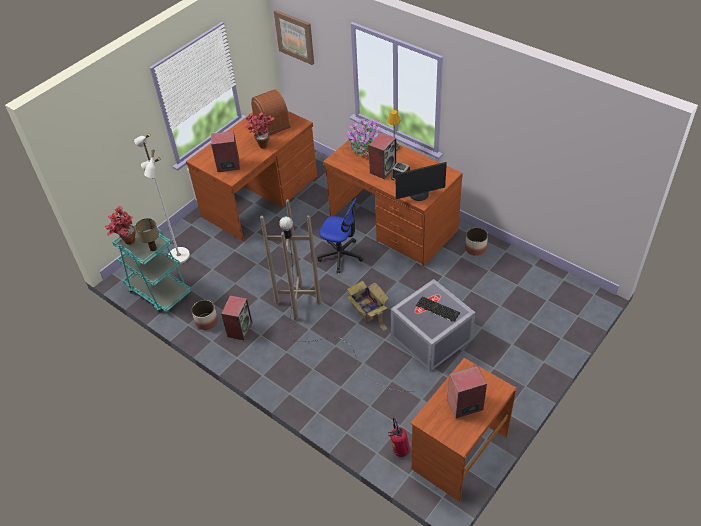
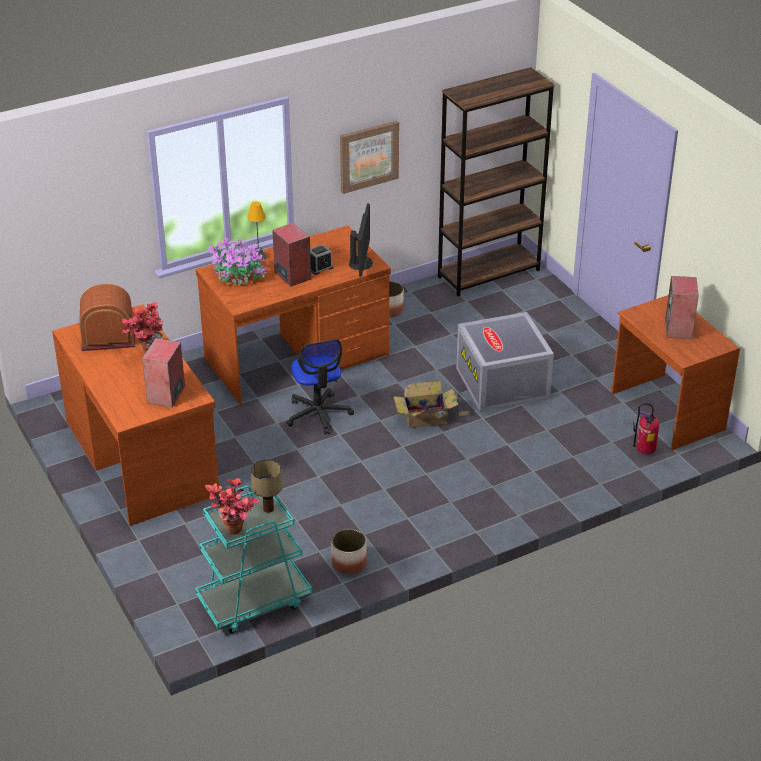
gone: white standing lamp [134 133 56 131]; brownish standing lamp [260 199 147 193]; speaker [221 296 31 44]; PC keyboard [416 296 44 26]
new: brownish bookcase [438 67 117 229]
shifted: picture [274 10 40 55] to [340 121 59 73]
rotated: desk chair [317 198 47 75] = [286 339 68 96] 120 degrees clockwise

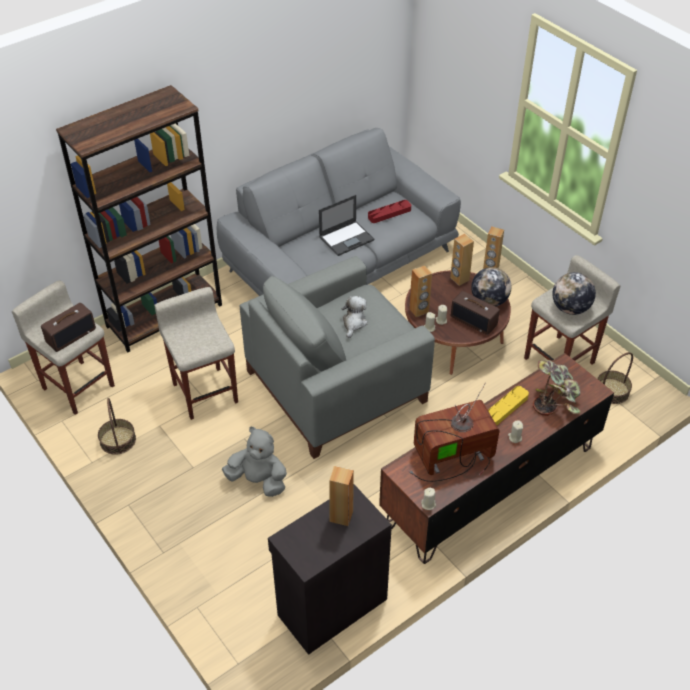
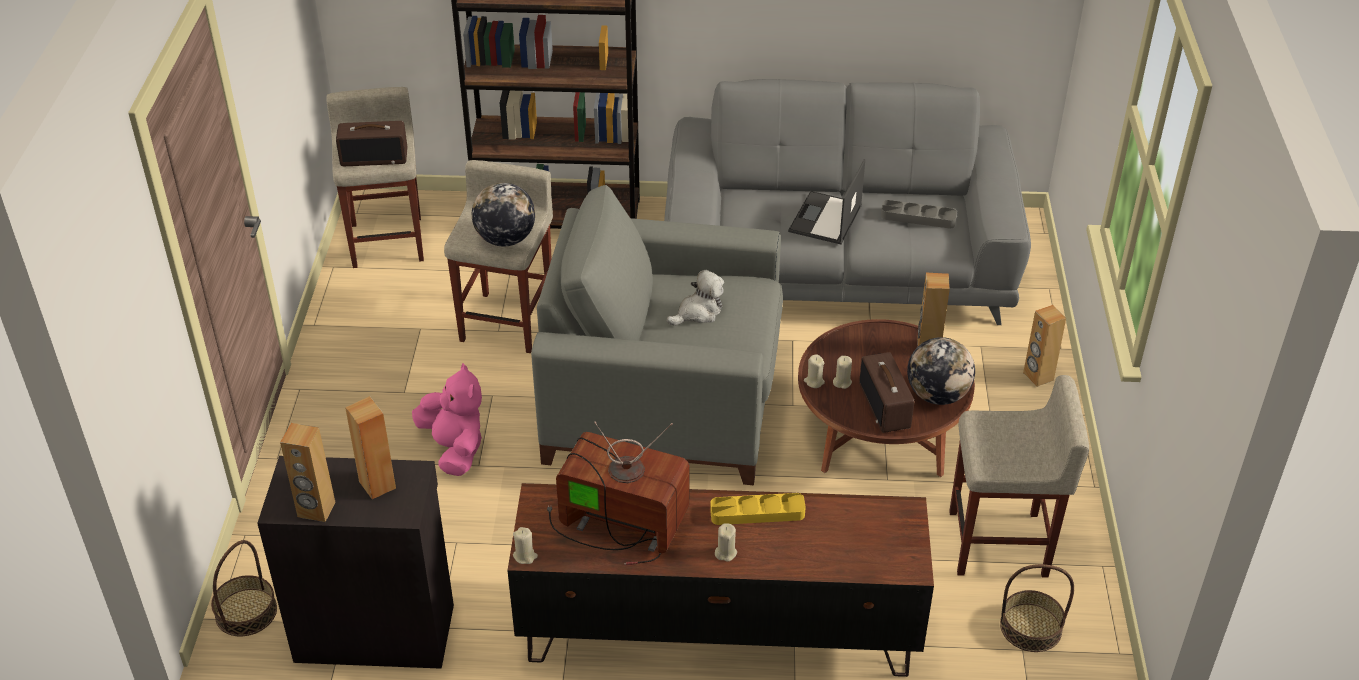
gone: plant in a pot [533 360 48 56]
shifted: brownish speaker [409 265 23 52] to [280 423 56 99]; world globe [552 272 44 43] to [472 183 63 64]; household basket [98 398 38 57] to [211 540 66 96]
repainted: reddish tray [368 200 43 23] to grey tray [881 200 76 29]; grey soft toy [222 427 65 70] to pink soft toy [412 363 70 113]
rotated: portable computer [319 195 55 61] = [788 159 77 85] 105 degrees clockwise

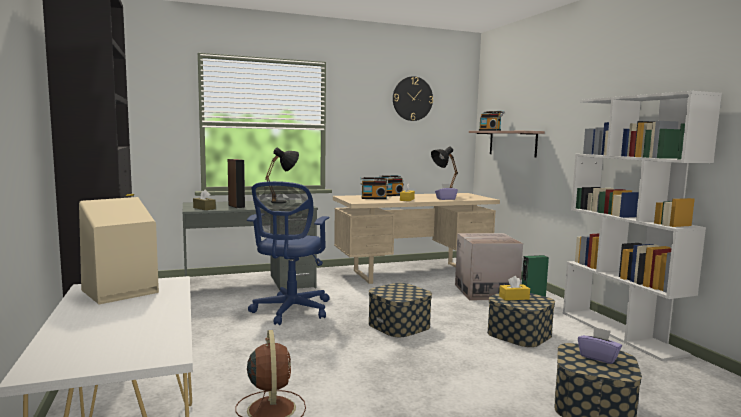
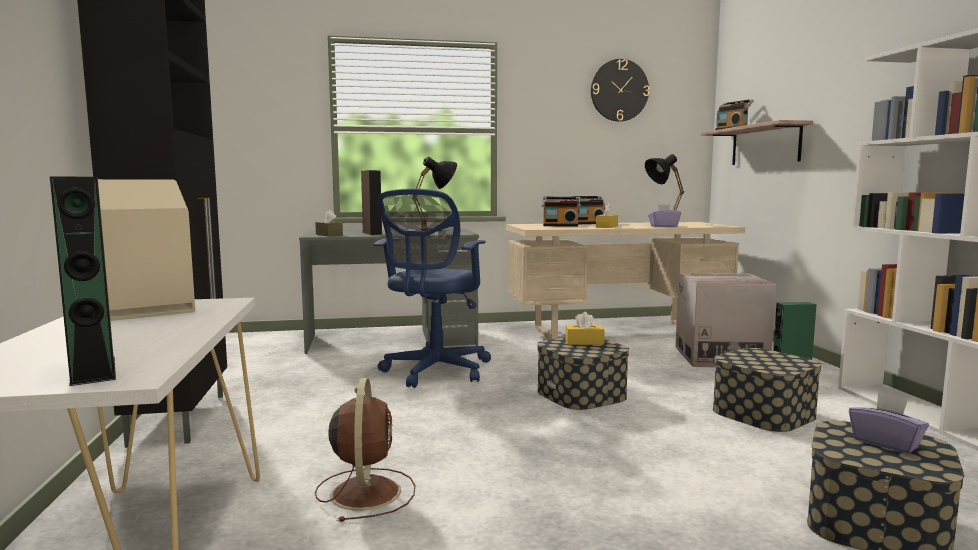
new: green-coloured speaker [50 176 66 210]
shifted: yellow-coloured tissue holder [499 276 31 25] to [565 312 40 33]

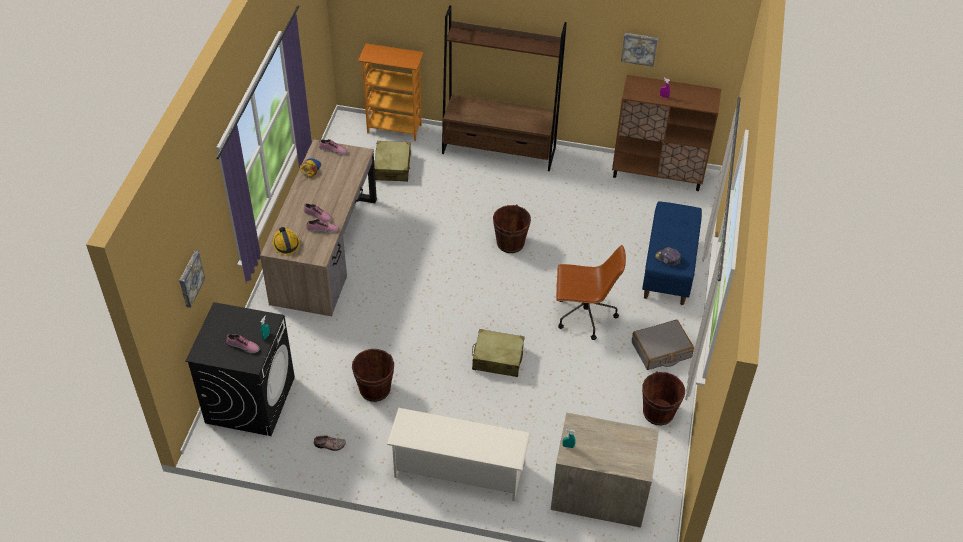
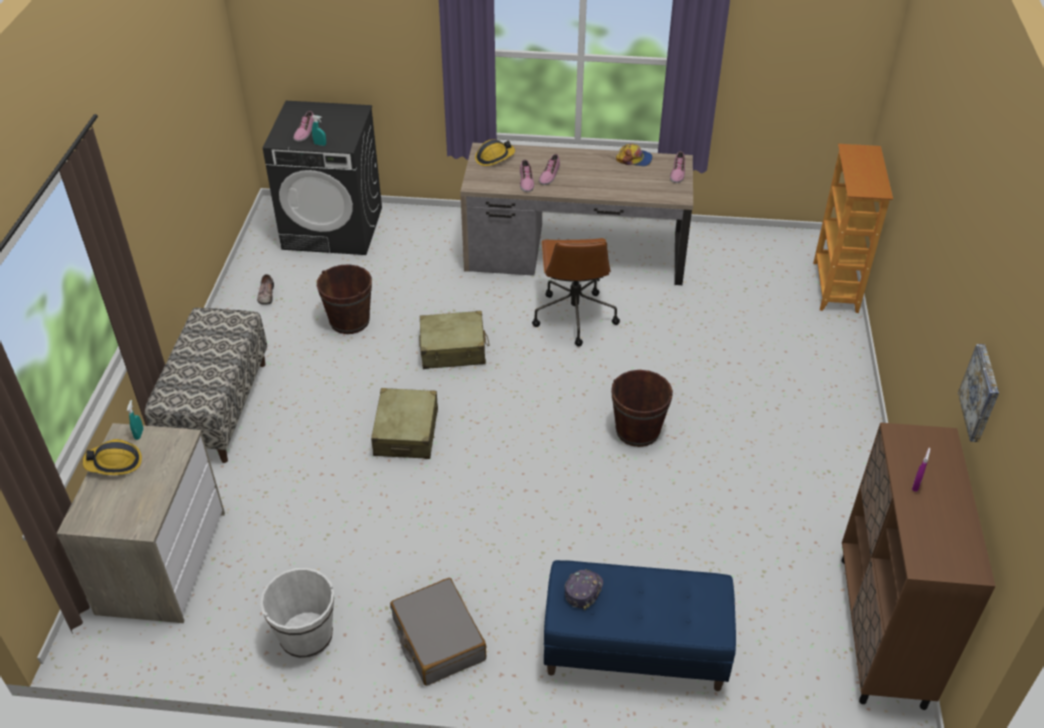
gone: brownish bookcase [442 5 125 166]; picture [179 251 26 57]
new: hard hat [83 439 59 36]
shifted: sand-coloured piece of luggage [374 141 37 41] to [419 311 71 58]; brownish desk chair [556 245 70 95] to [532 238 88 108]
swapped: white shoe stand [387 408 144 93] to long seat [145 308 123 155]
repainted: brownish bucket [642 371 43 54] to white bucket [260 568 74 91]

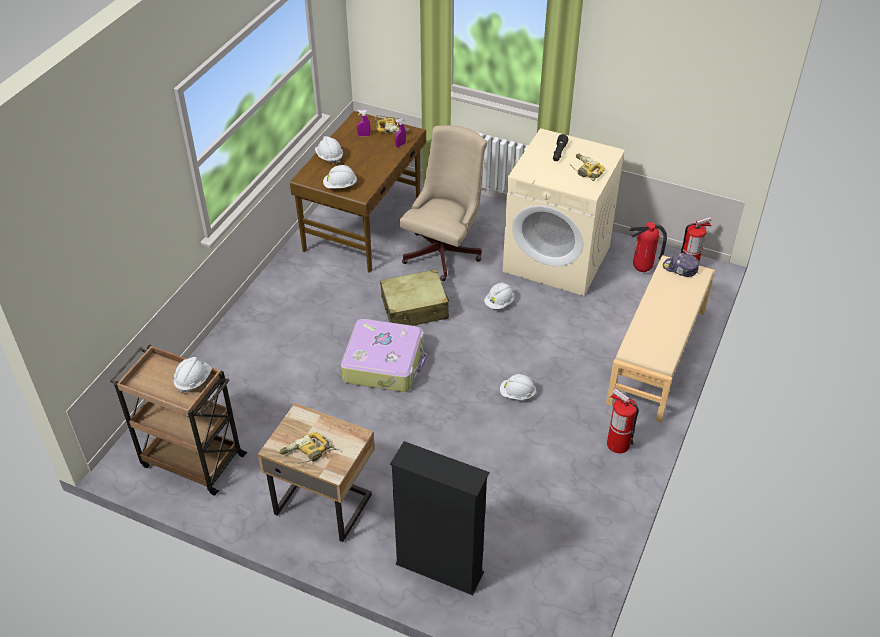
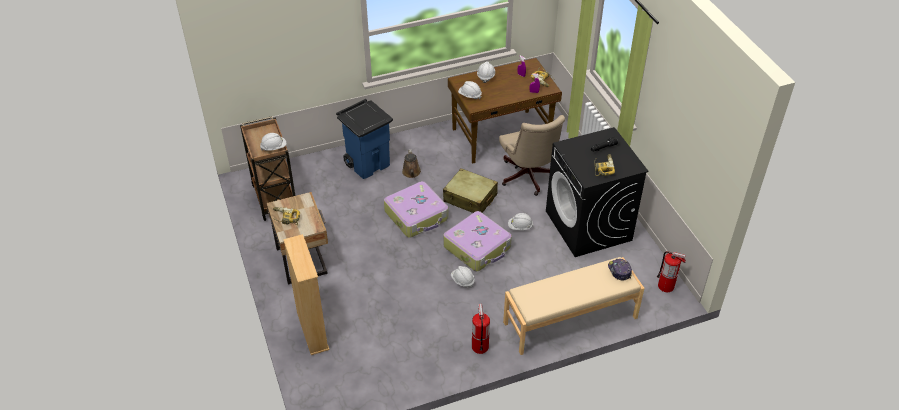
gone: extinguisher [629 222 38 50]
new: blue-coloured trash can [336 99 57 80]; brownish watering can [402 149 19 29]; piece of luggage [443 211 69 60]
repainted: sand-coloured laundry machine [503 128 122 168] to blackish laundry machine [546 127 103 130]; blackish bookcase [390 441 99 154] to sand-coloured bookcase [283 234 46 121]
rotated: sand-coloured desk chair [399 125 88 156] = [499 115 66 81] 90 degrees clockwise

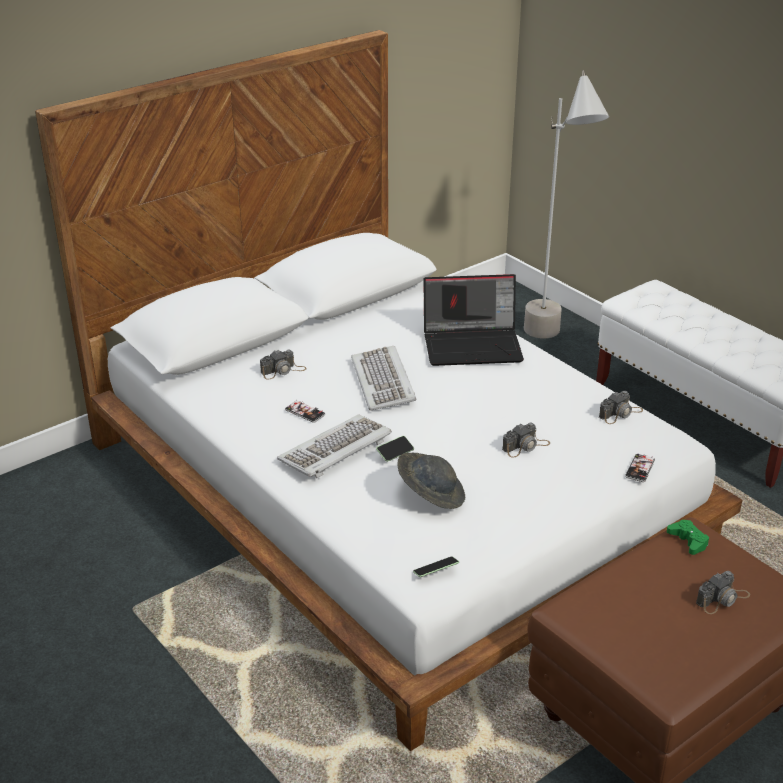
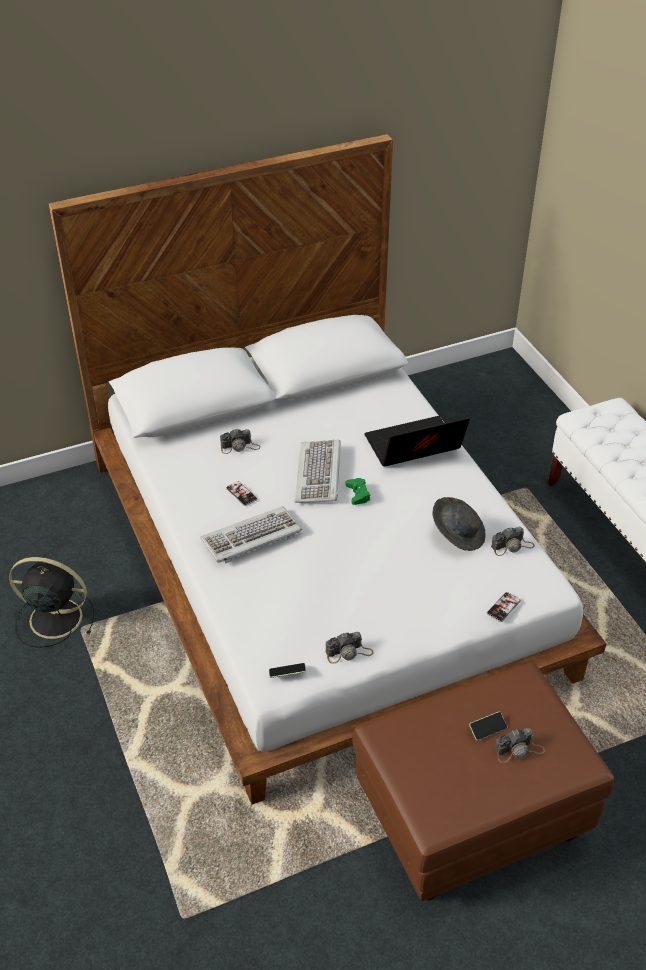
gone: grey standing lamp [524 70 85 269]
new: blackish electric fan [9 557 85 91]
shifted: still camera [502 423 48 34] to [326 632 48 32]; telephone [376 436 38 26] to [469 712 39 29]; grey clothing hat [397 453 68 56] to [432 497 53 54]; green-coloured joypad [667 520 42 35] to [346 478 24 27]
rotated: portable computer [423 274 101 92] = [364 416 106 51] 150 degrees clockwise

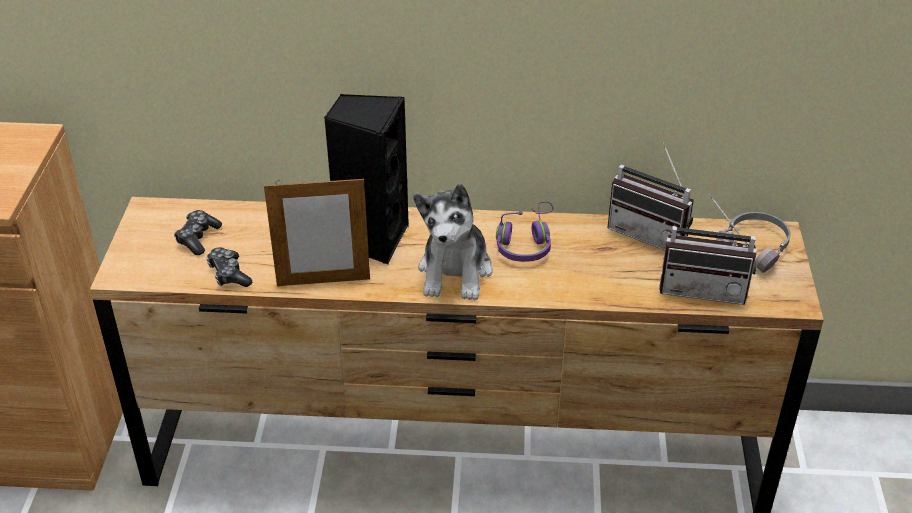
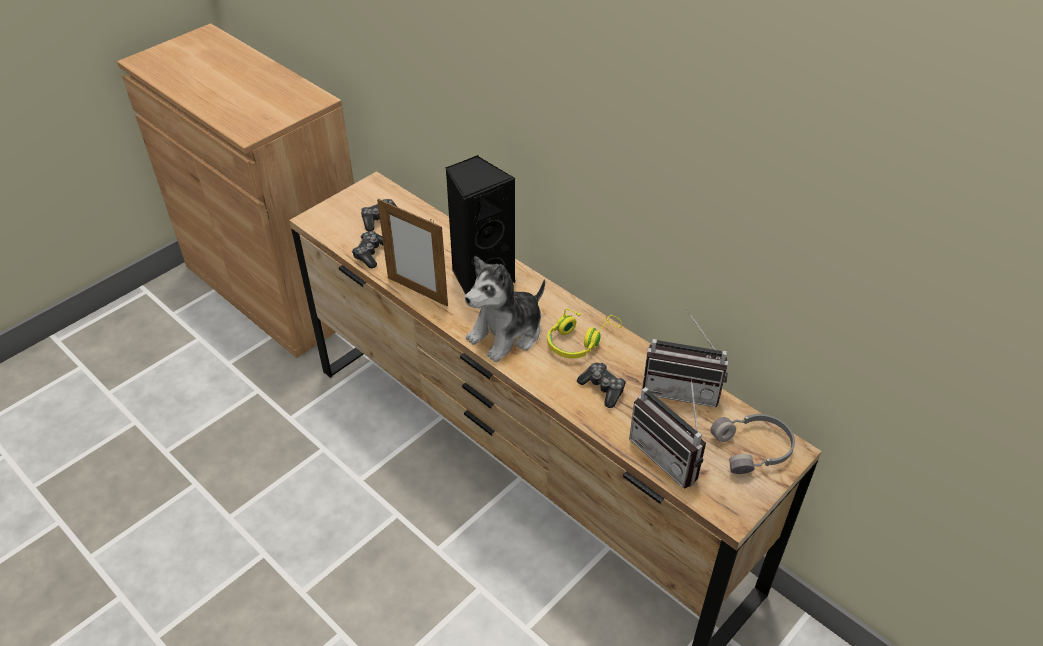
new: joypad [577 363 49 45]
repainted: purple-coloured headphones [496 202 57 60] to yellow-coloured headphones [547 309 75 50]
rotated: radio [608 142 86 109] = [642 310 86 97] 60 degrees counterclockwise

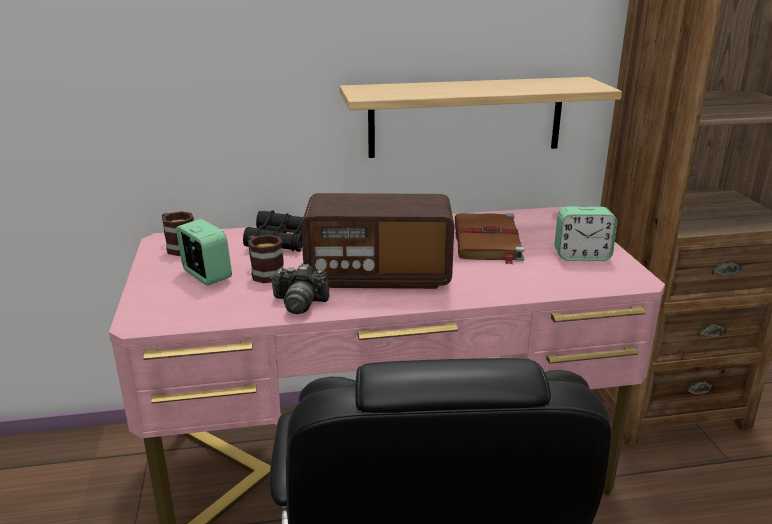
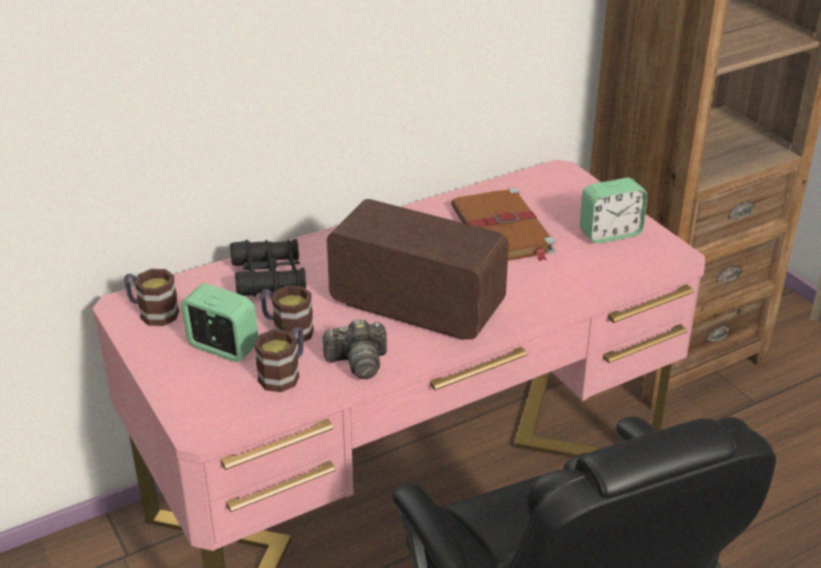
gone: shelf [340 77 282 81]
new: mug [254 327 49 65]
rotated: radio [301 193 153 96] = [327 199 182 141] 135 degrees counterclockwise

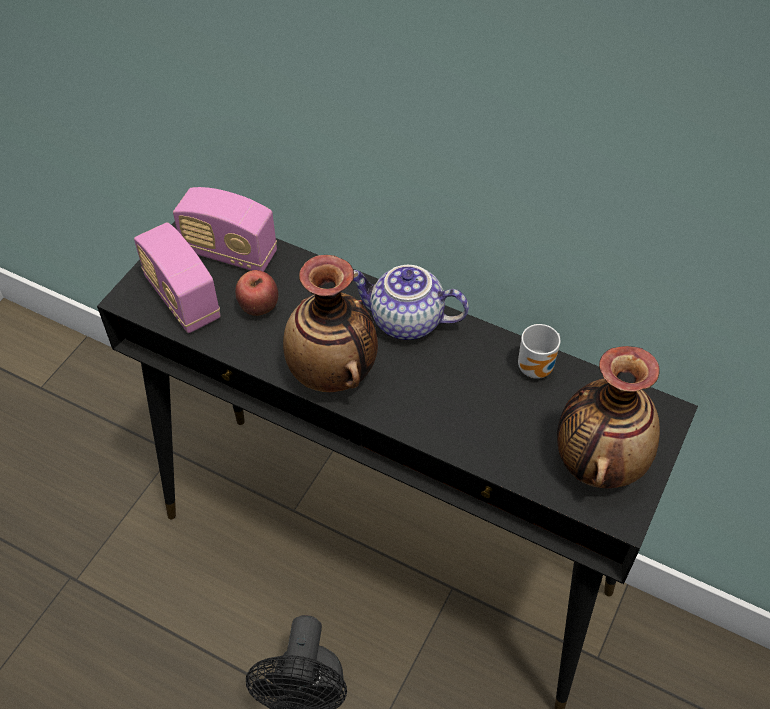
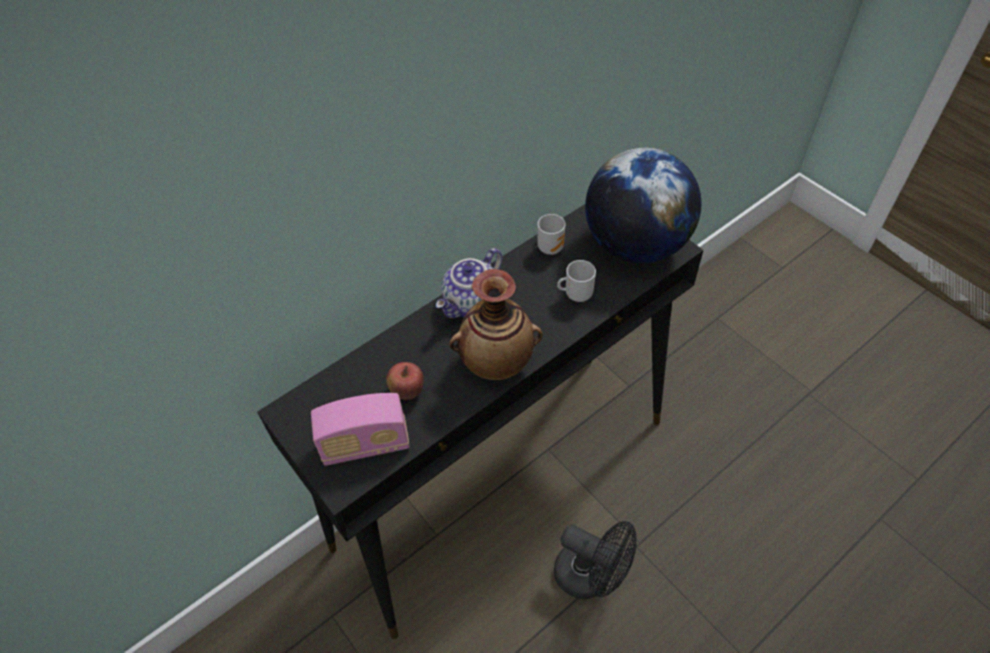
gone: radio [173 187 104 85]
new: mug [557 260 39 42]
swapped: decorative vase [557 346 103 142] to world globe [585 148 116 115]

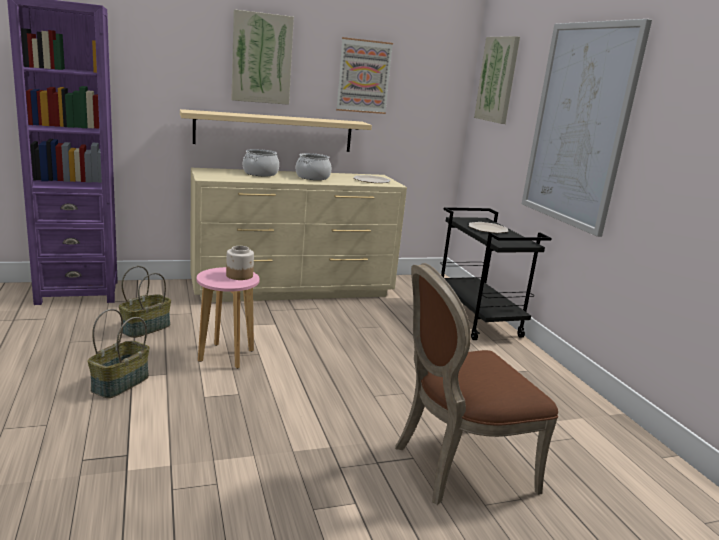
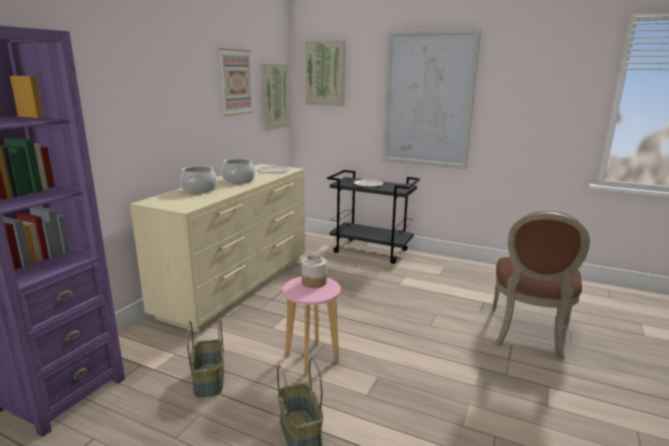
gone: sand-coloured shelf [180 109 192 43]
shifted: picture [232 9 62 96] to [261 63 28 68]

